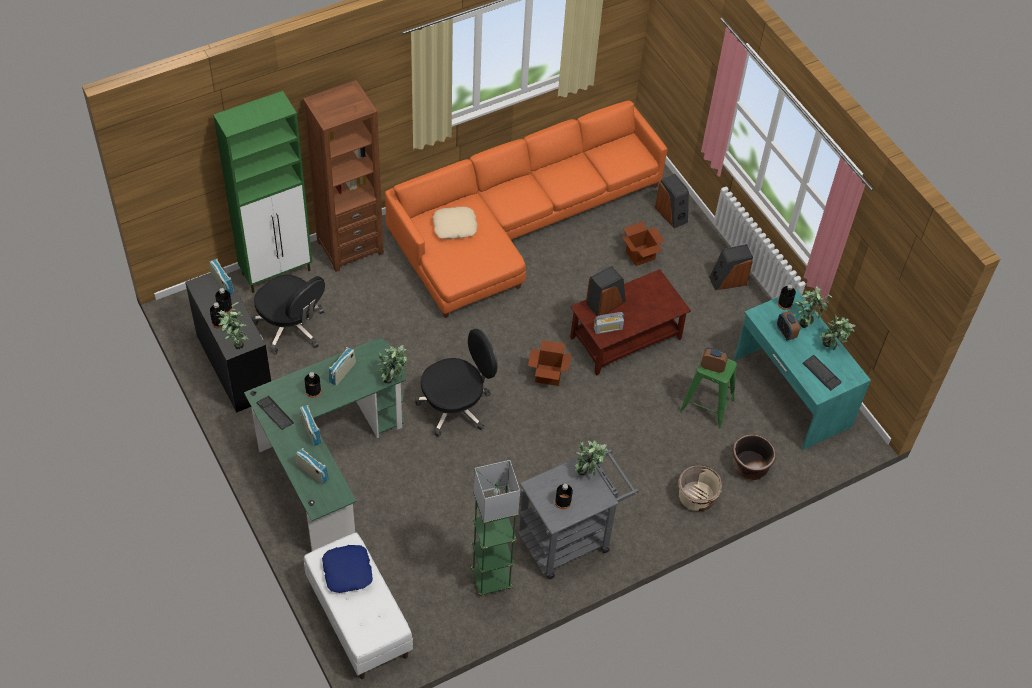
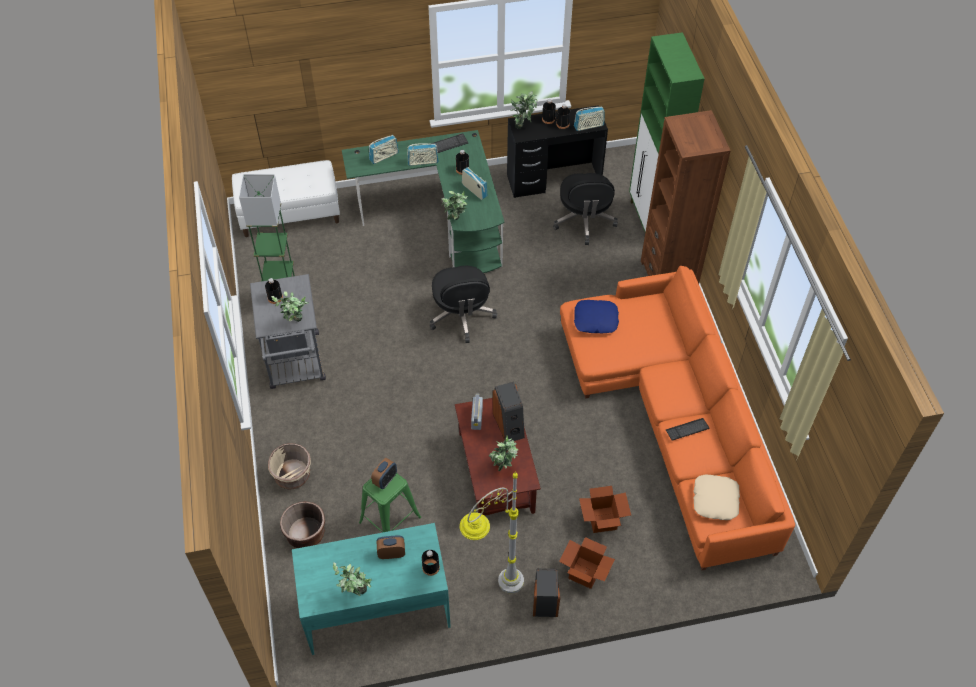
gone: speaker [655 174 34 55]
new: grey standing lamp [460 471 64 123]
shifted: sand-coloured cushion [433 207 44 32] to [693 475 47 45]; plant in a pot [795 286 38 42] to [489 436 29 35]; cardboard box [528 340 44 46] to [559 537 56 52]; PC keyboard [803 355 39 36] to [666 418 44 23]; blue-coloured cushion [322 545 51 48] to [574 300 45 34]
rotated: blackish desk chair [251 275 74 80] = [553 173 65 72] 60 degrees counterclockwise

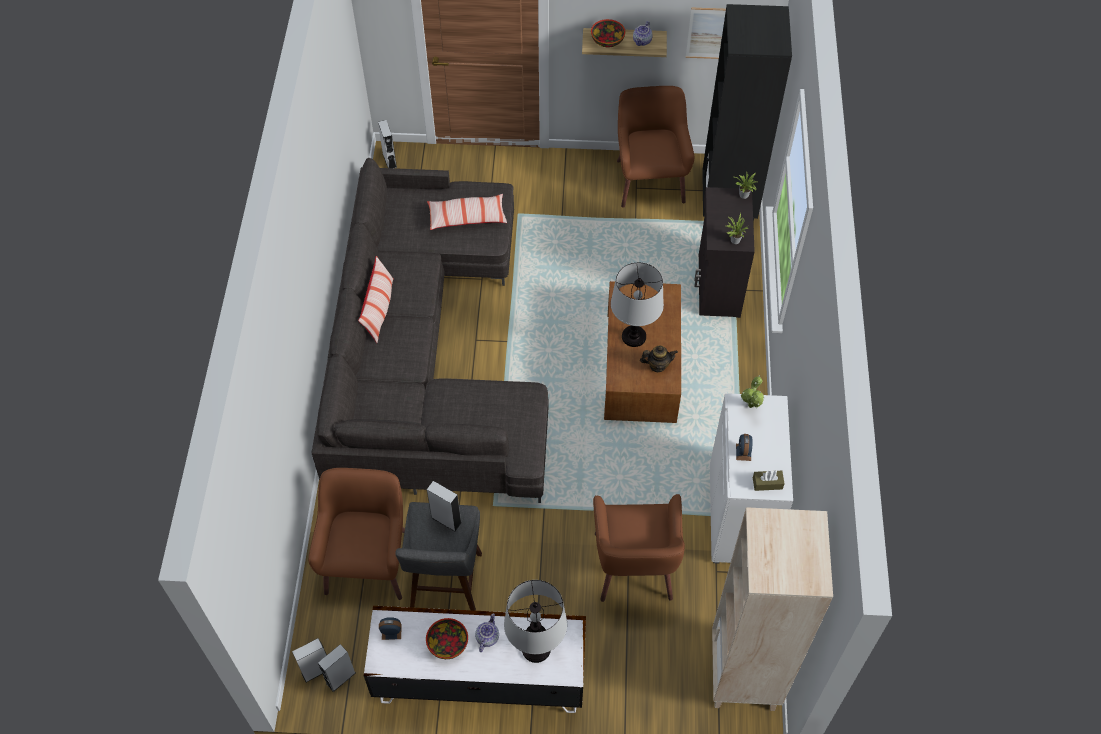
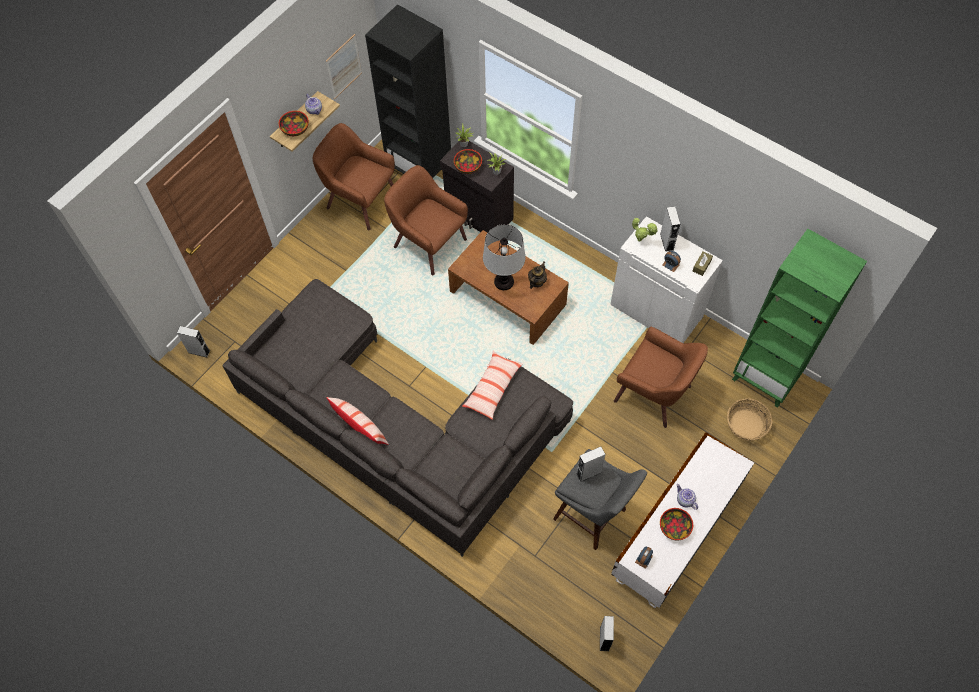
gone: table lamp [504 580 63 83]
new: deep dish [454 149 28 25]; household basket [727 398 45 43]
shifted: cushion [427 194 80 36] to [462 351 61 69]; brownish easy chair [308 468 97 132] to [384 165 84 111]; grey speaker [318 644 38 48] to [660 206 20 46]
repainted: sand-coloured bookcase [712 507 121 204] to green-coloured bookcase [732 229 135 179]

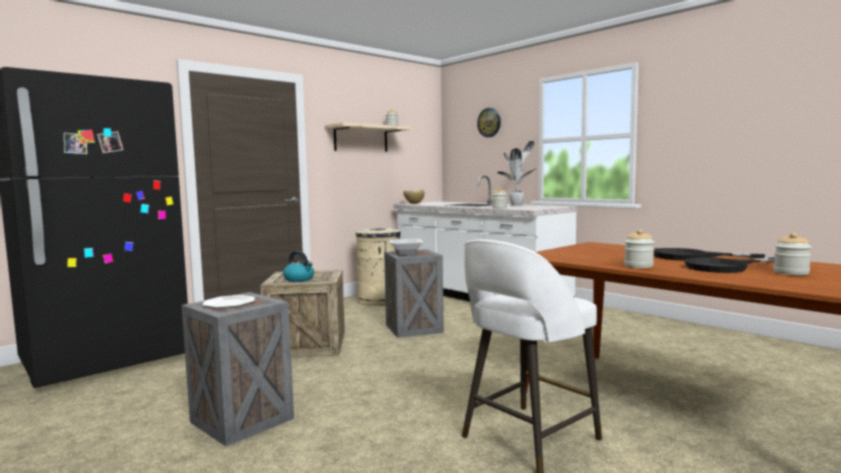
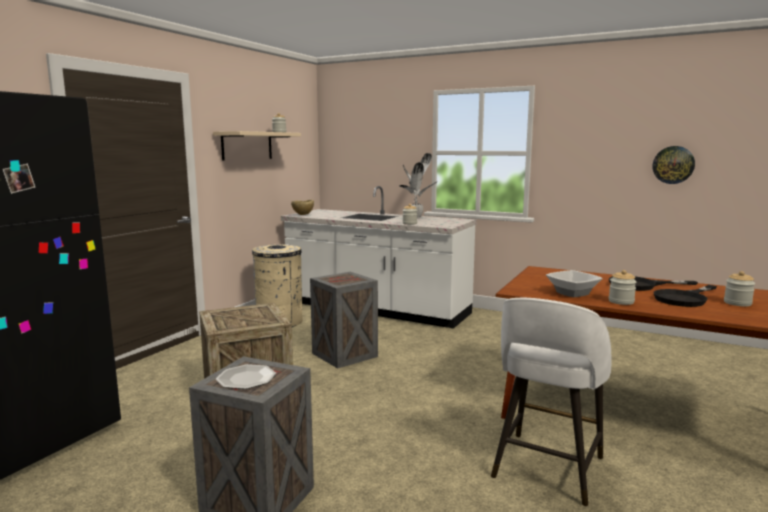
gone: tea kettle [283 251 31 31]
shifted: hanging clock [477 108 24 29] to [652 146 43 38]; deep dish [390 239 33 16] to [546 270 57 27]

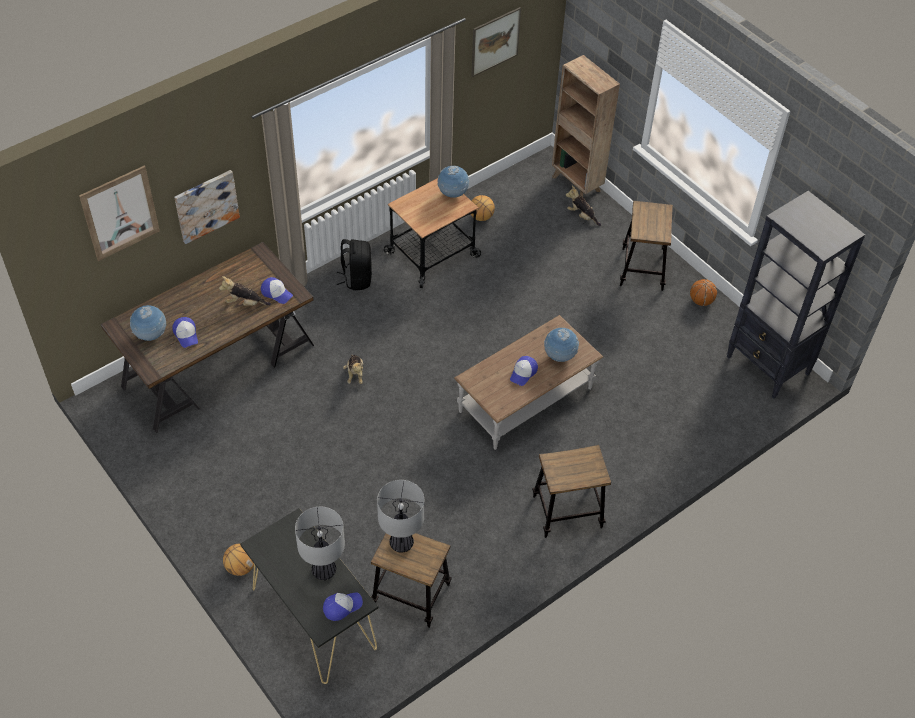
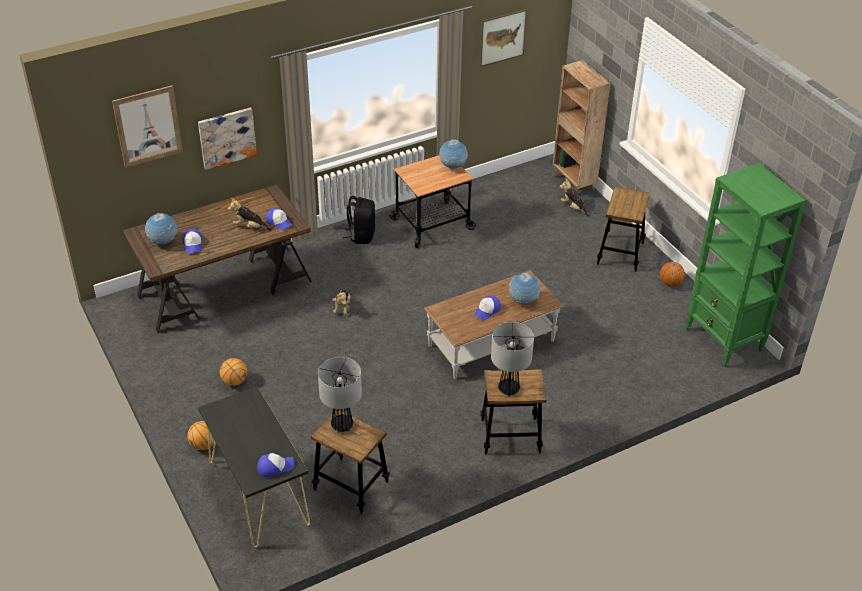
shifted: basketball ball [471 195 24 26] to [220 358 27 28]; table lamp [295 507 50 74] to [491 322 43 74]
repainted: blackish bookcase [727 191 138 207] to green-coloured bookcase [686 163 120 204]

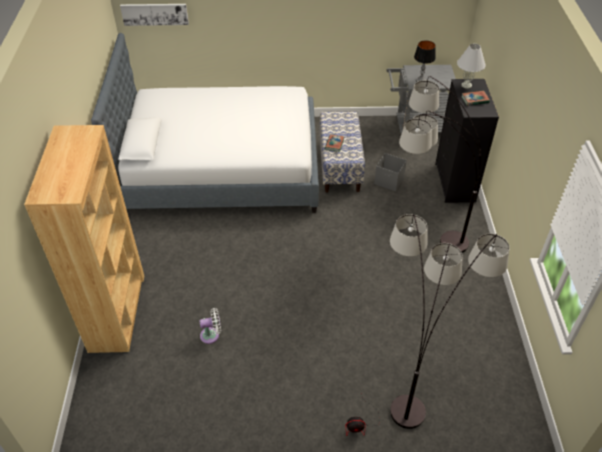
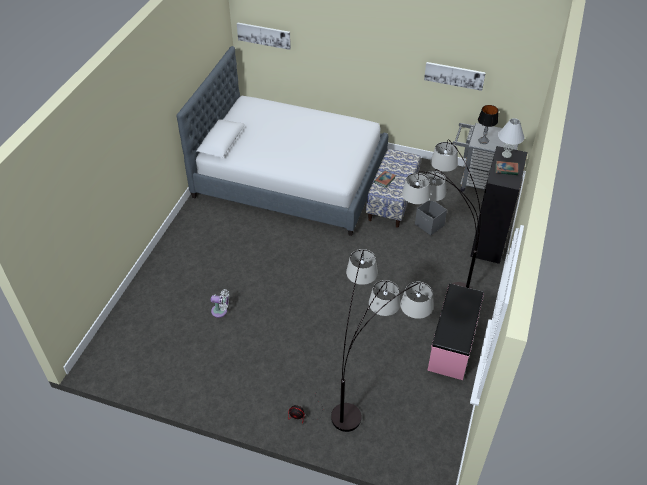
gone: brownish bookcase [24 125 120 228]
new: picture [424 62 62 29]; pink long seat [427 284 57 96]

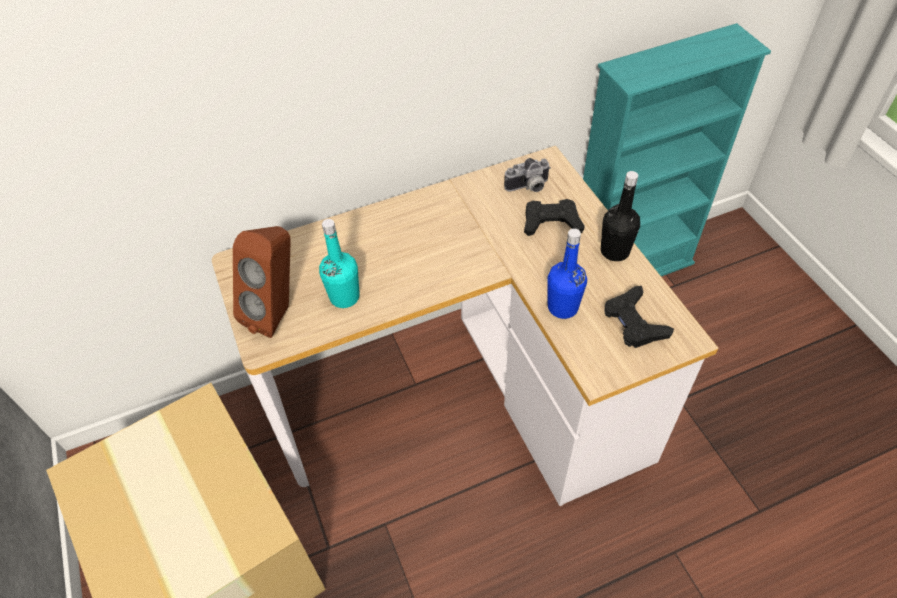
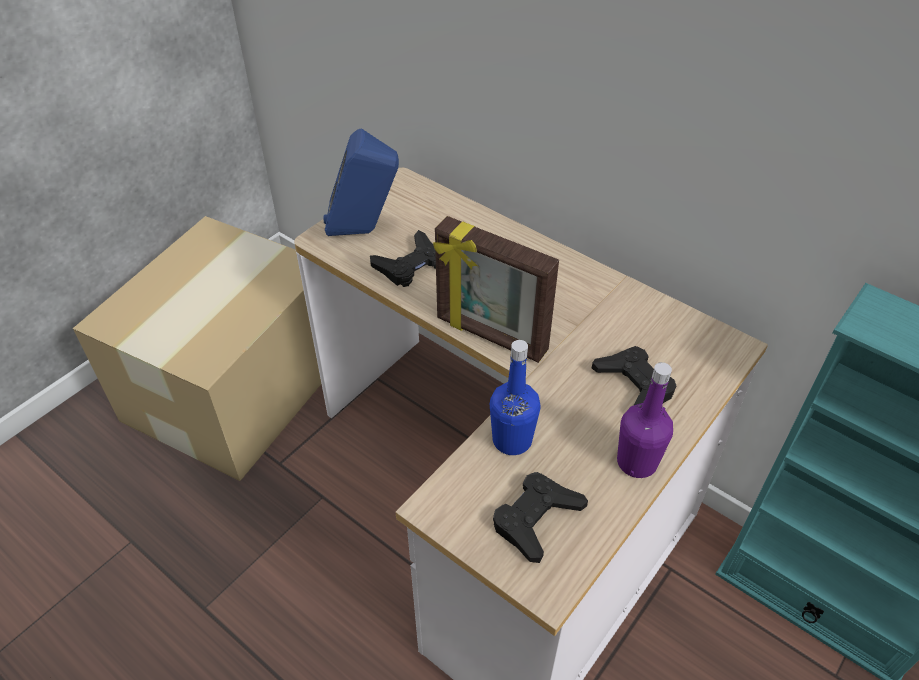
gone: still camera [504 158 47 34]
new: photo frame [433 216 126 147]
swapped: turquoise beverage bottle [319 219 41 89] to blackish joypad [370 230 66 57]
repainted: blackish beverage bottle [601 171 39 90] to purple-coloured beverage bottle [617 362 56 116]; brownish speaker [233 226 58 112] to blue-coloured speaker [324 128 75 108]

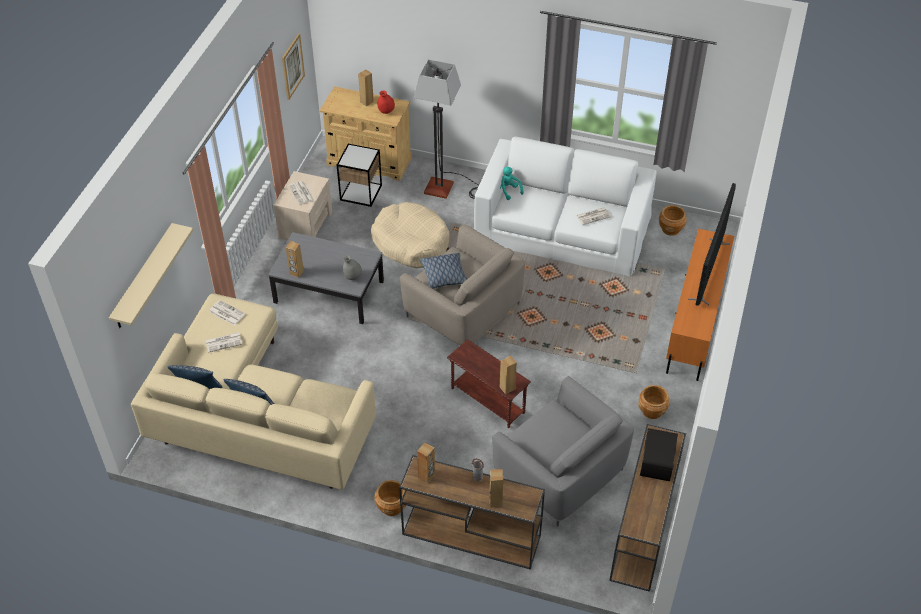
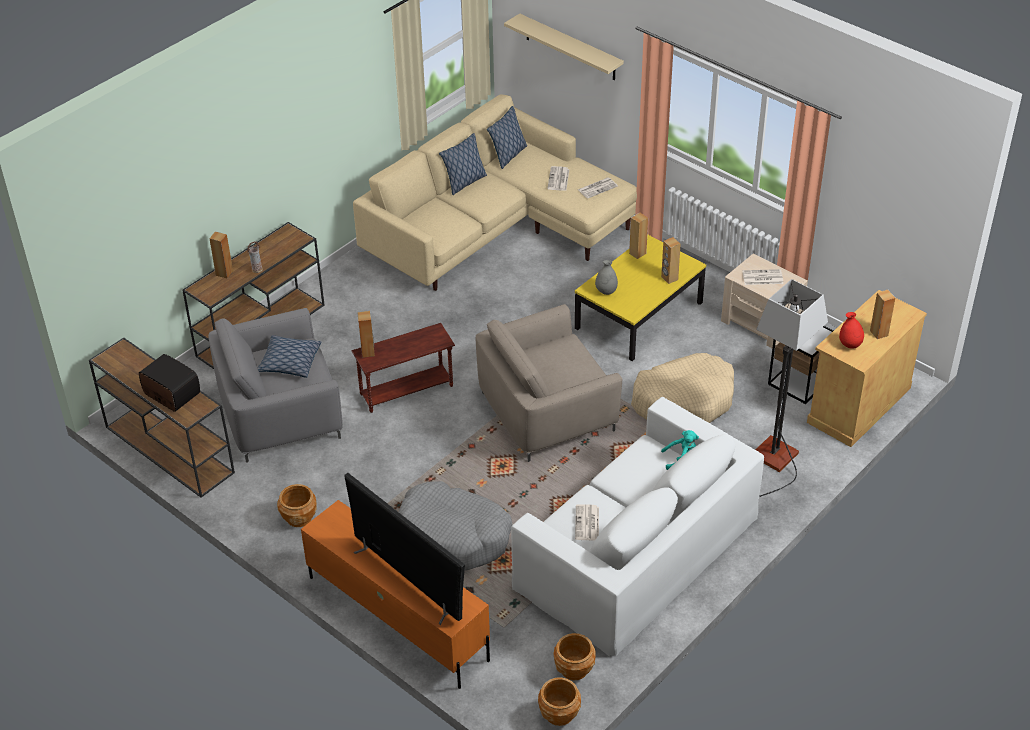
gone: picture [282 33 23 67]
new: grey pet bed [398 481 115 90]
shifted: cushion [420 253 47 35] to [257 335 65 43]; brownish speaker [417 442 18 41] to [661 237 19 47]; brownish flower pot [374 480 32 36] to [538 678 43 48]
repainted: grey low table [268 232 116 92] to yellow-coloured low table [575 234 131 127]

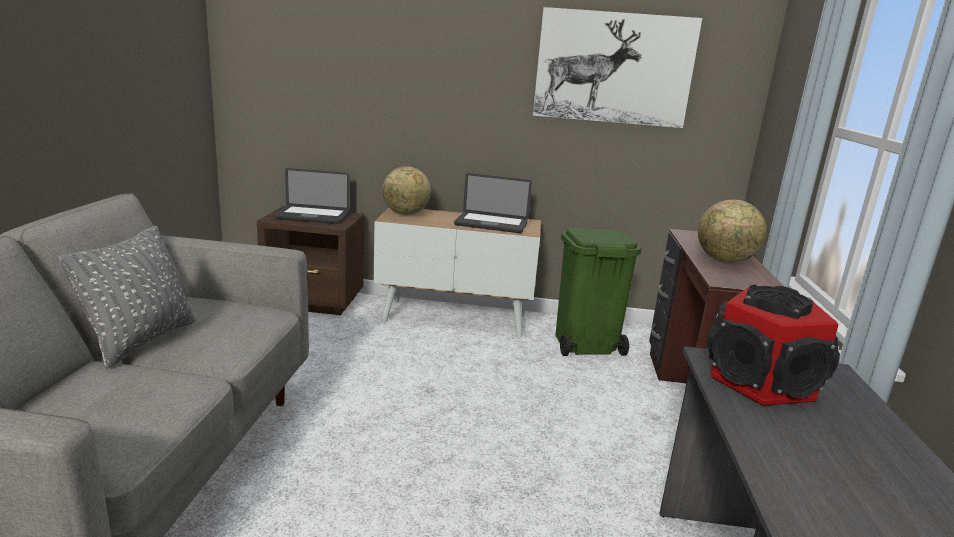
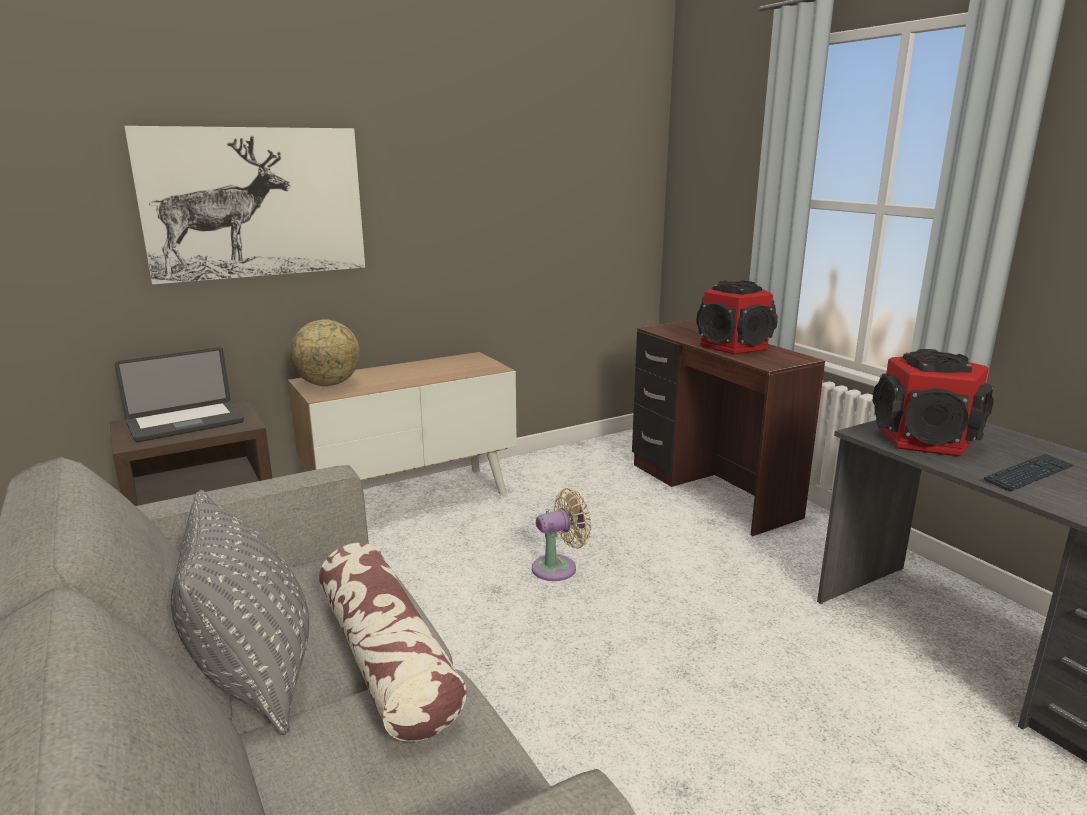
gone: portable computer [454 173 78 60]; green-coloured trash can [555 228 86 128]
new: PC keyboard [984 454 89 38]; sand-coloured electric fan [532 488 59 93]; cushion [319 543 148 199]
shifted: picture [533 7 169 121] to [124 126 241 158]
swapped: world globe [698 200 69 63] to speaker [697 280 81 74]

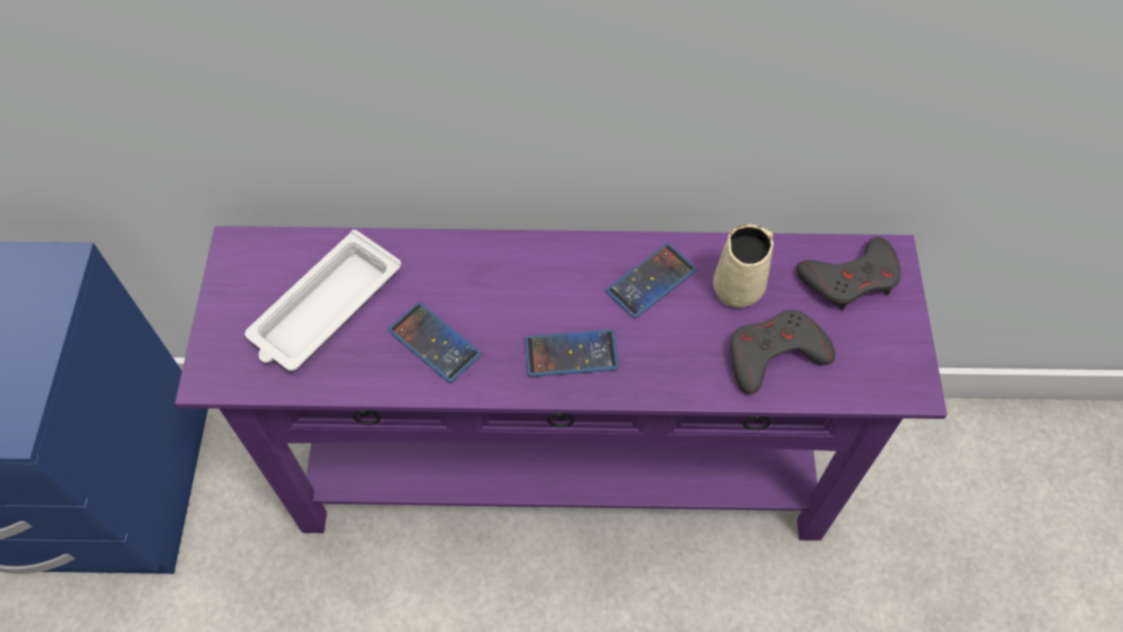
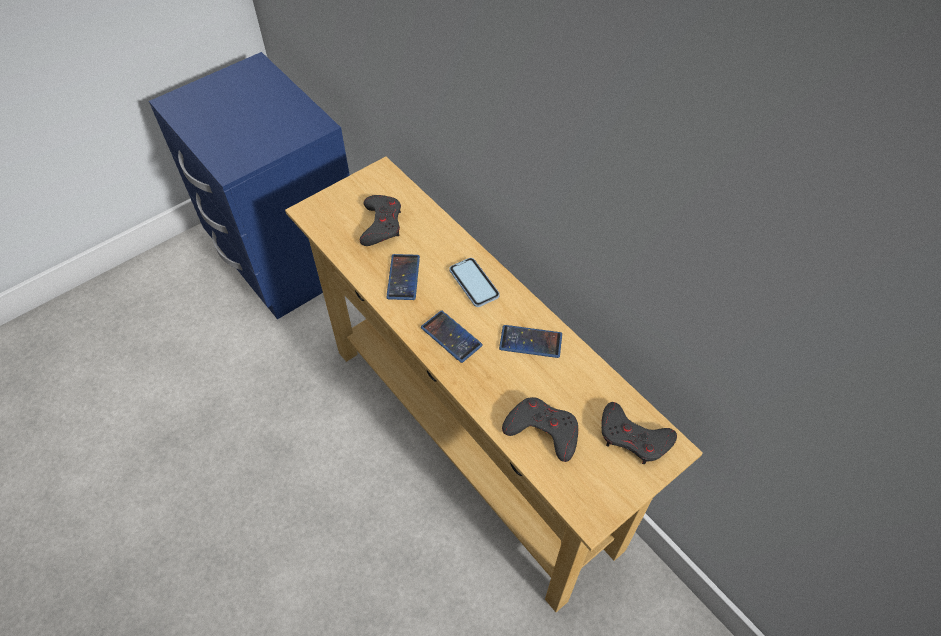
gone: sand-coloured mug [713 225 61 83]
new: telephone [449 258 51 49]
swapped: white tray [245 230 156 141] to grey joypad [360 195 41 51]
repainted: purple-coloured hall table [175 226 772 315] to sand-coloured hall table [285 156 418 456]

